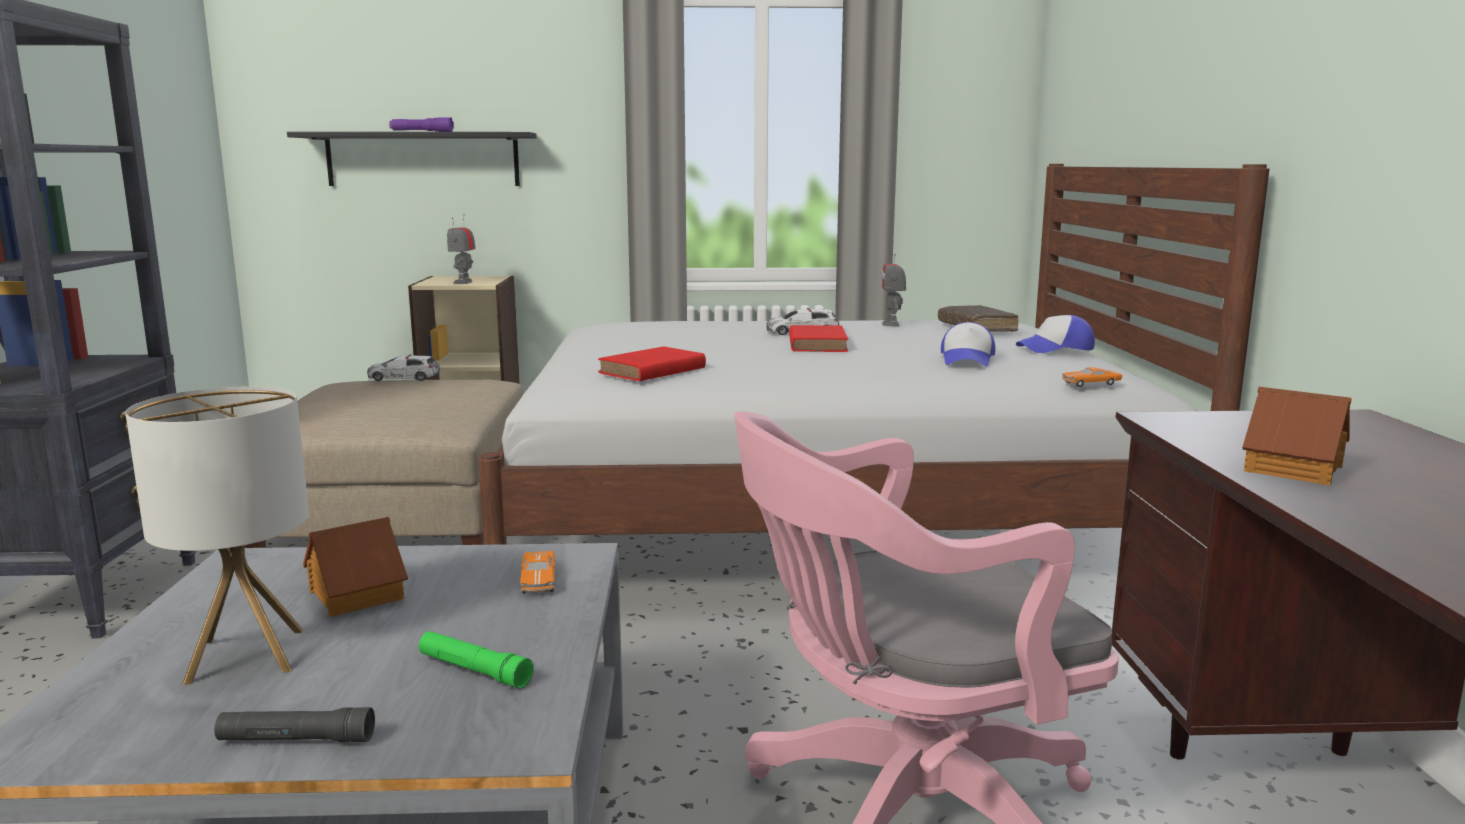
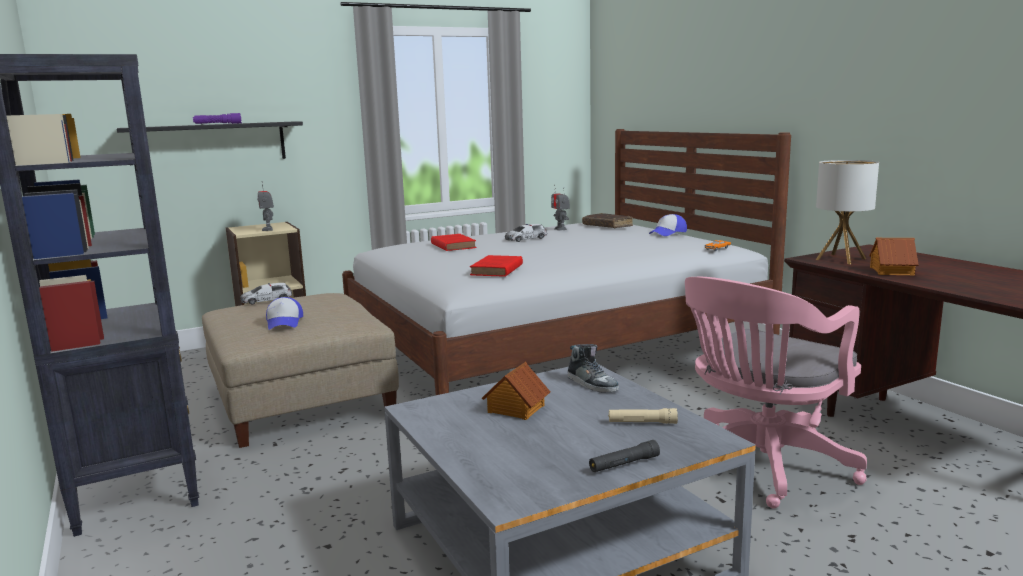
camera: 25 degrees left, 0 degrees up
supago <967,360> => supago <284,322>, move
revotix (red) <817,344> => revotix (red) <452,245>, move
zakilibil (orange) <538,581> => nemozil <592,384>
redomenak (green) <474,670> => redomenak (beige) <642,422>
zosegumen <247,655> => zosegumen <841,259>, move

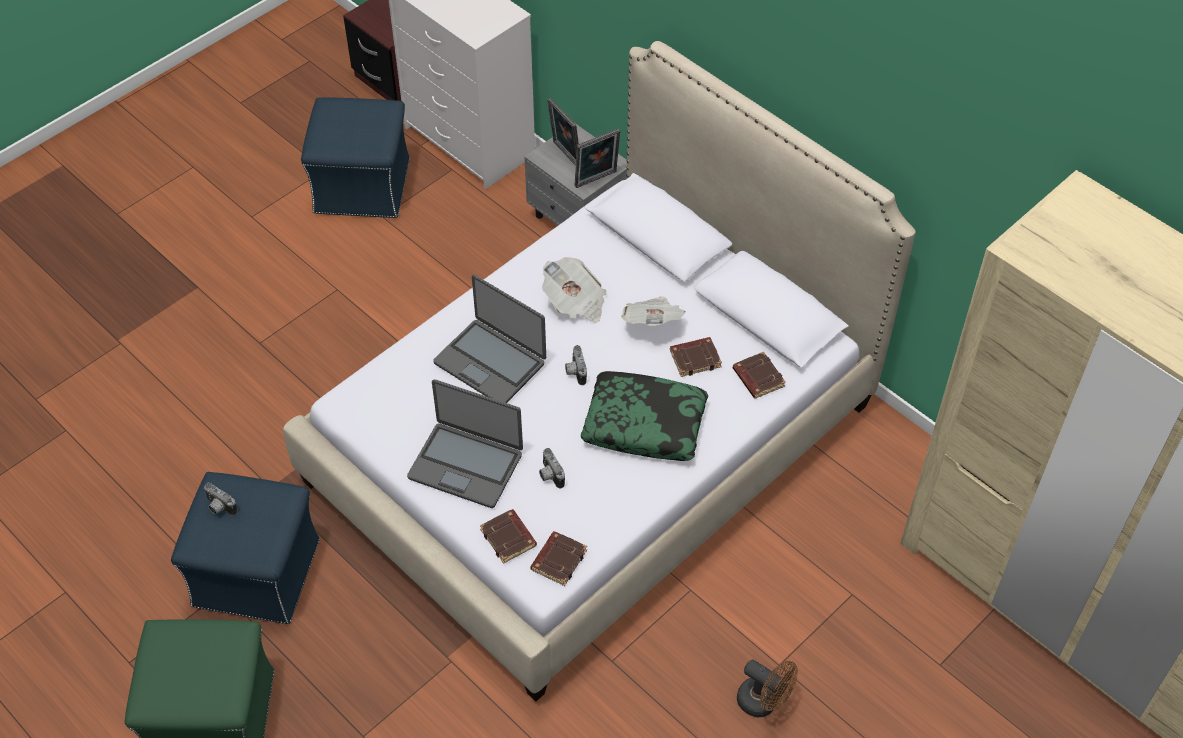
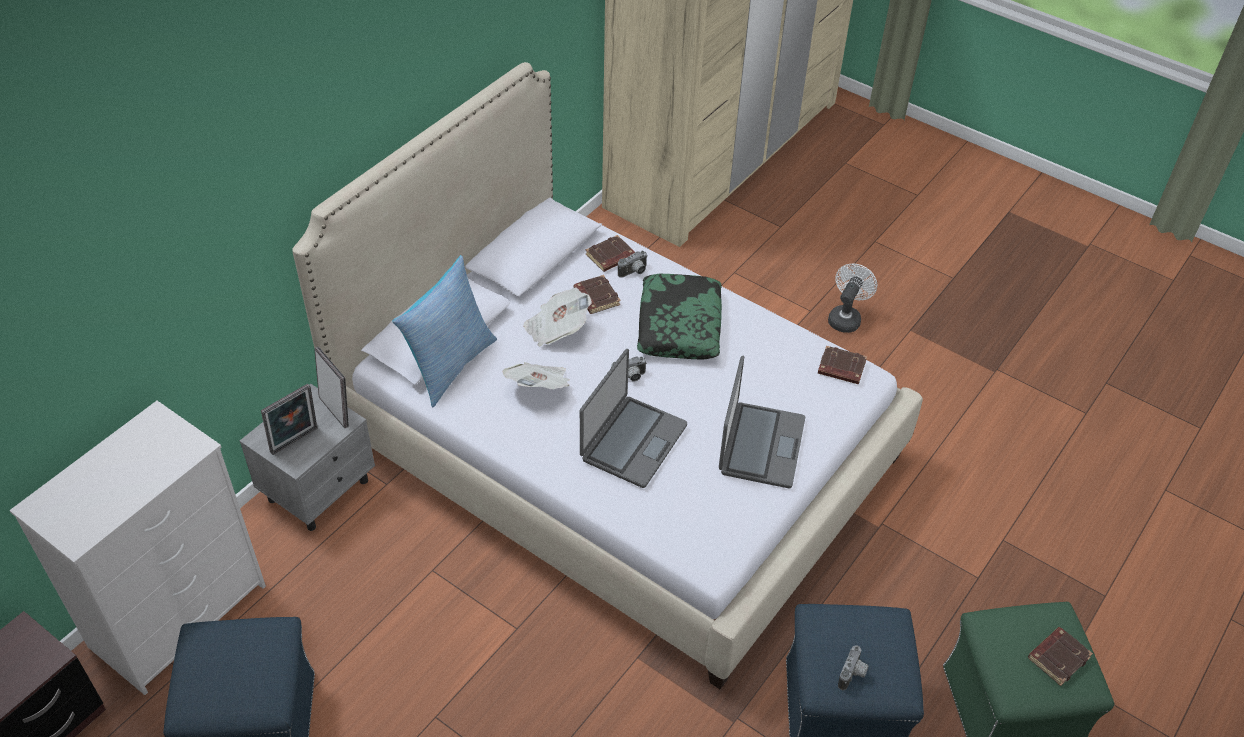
camera: 100 degrees left, 5 degrees down
nothing => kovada <449,365>
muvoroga <549,475> => muvoroga <634,272>, move
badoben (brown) <764,702> => badoben (white) <846,318>
revotix (brown) <509,538> => revotix (brown) <1058,657>, move

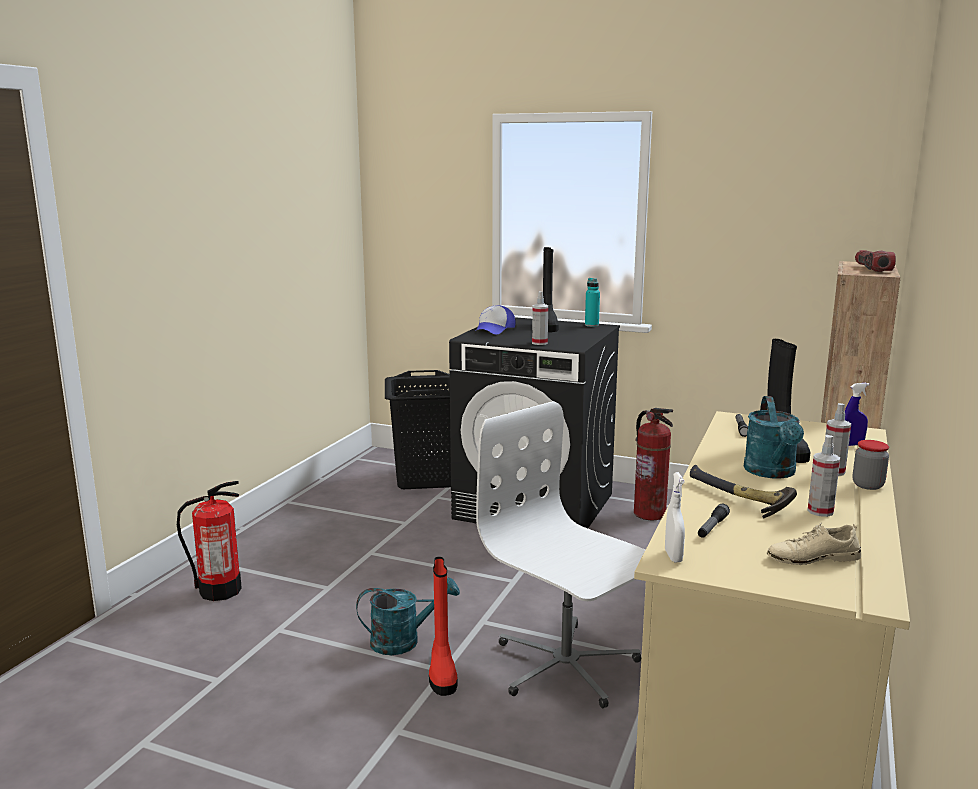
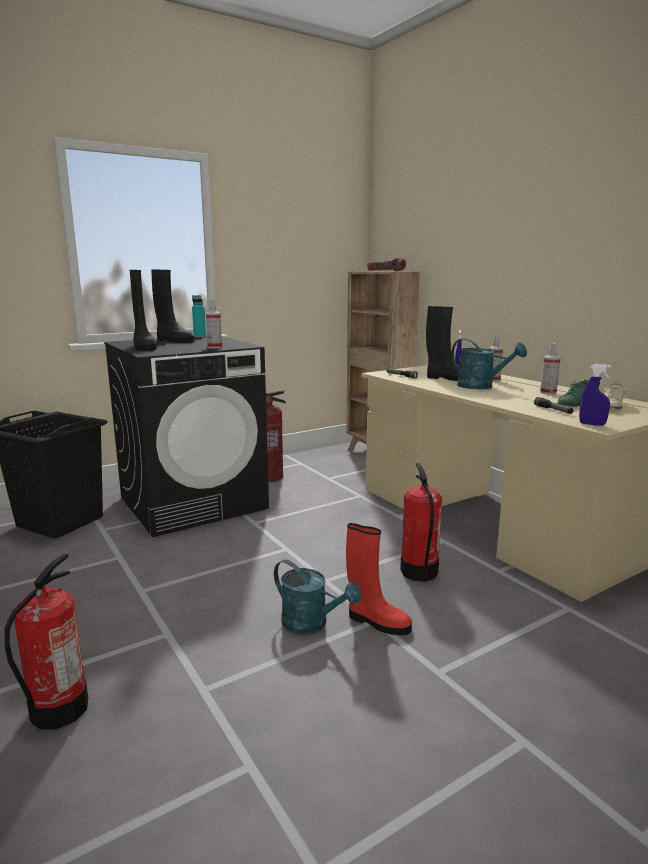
camera: 55 degrees left, 0 degrees up
supago <494,330> => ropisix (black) <143,347>
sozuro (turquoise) <404,641> => sozuro (turquoise) <311,624>, 105 degrees clockwise
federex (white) <565,666> => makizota <419,572>
nothing => nemozil (green) <573,403>
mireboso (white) <673,556> => mireboso (blue) <592,424>
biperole <737,500> => nothing
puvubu <867,485> => nothing

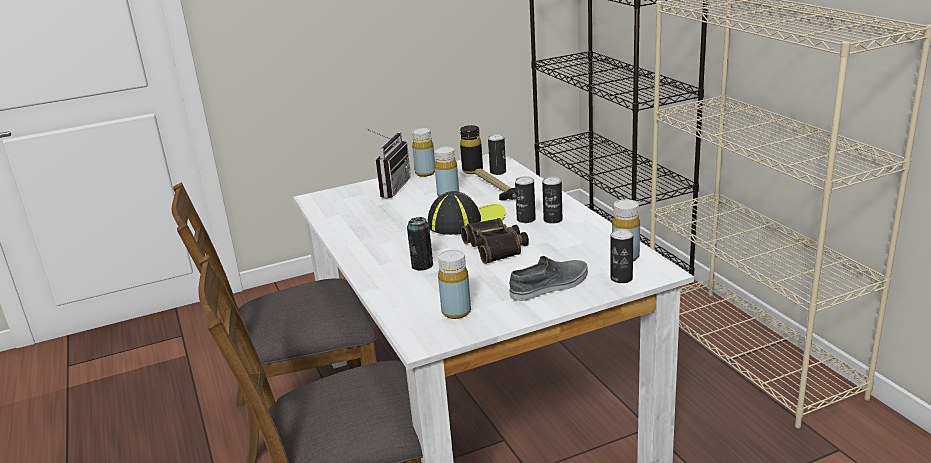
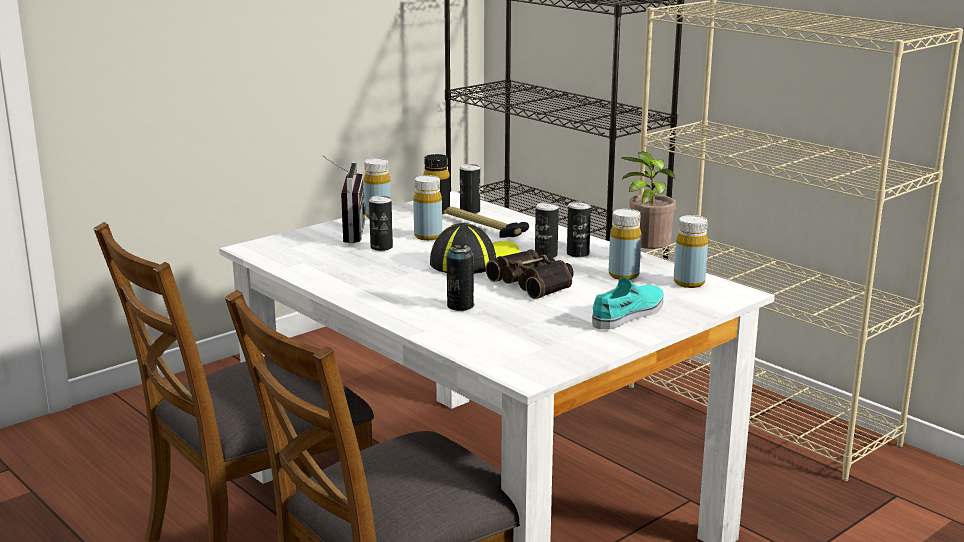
camera: 20 degrees left, 5 degrees down
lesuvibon <621,278> => lesuvibon <381,247>, move
nemozil (grey) <550,286> => nemozil (turquoise) <629,314>
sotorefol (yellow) <456,312> => sotorefol (yellow) <623,275>, move
nothing => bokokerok <646,258>

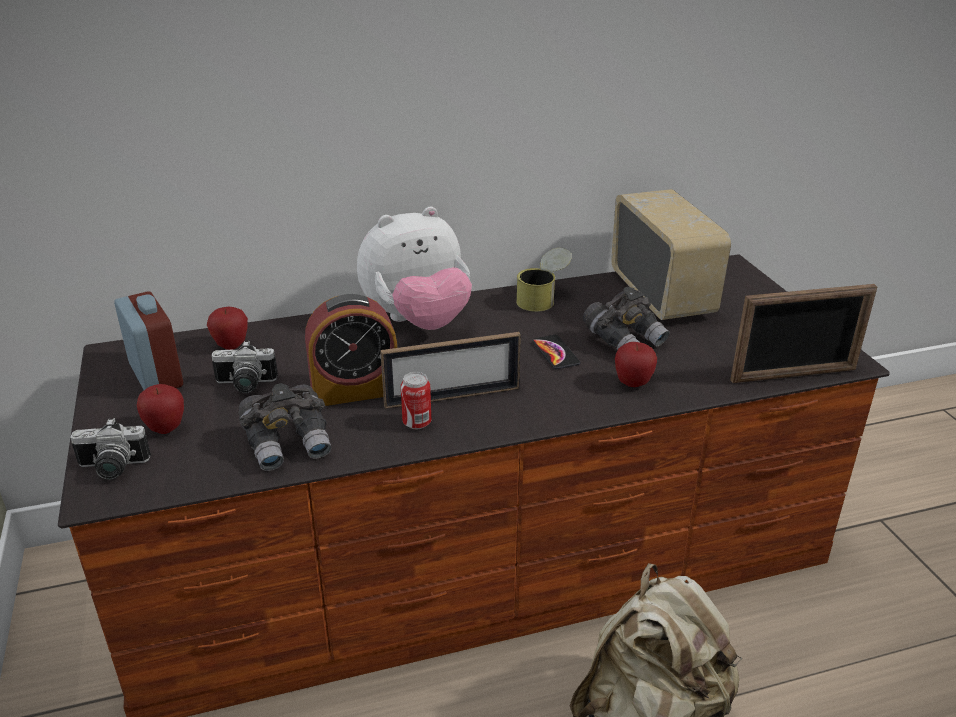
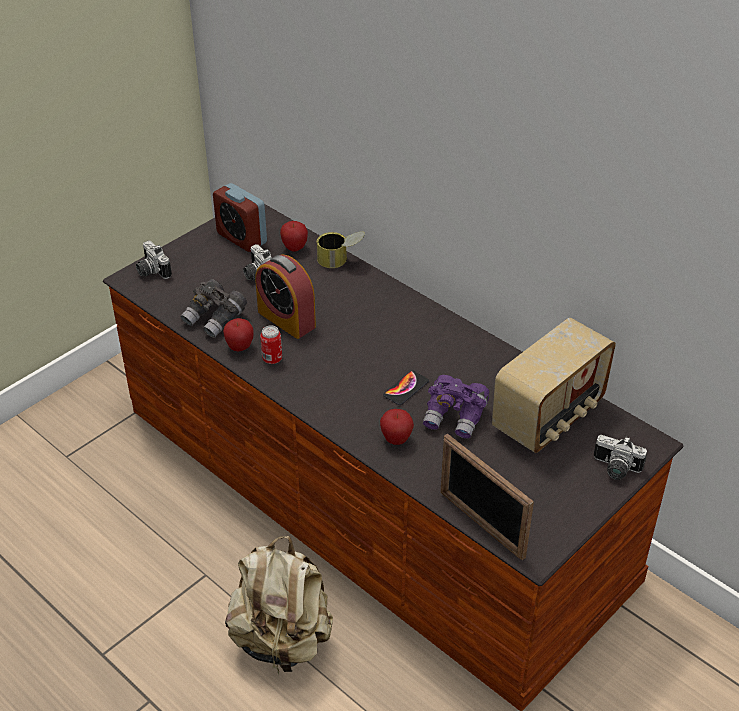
camera: 60 degrees right, 10 degrees up
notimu <156,375> => notimu <241,238>, 105 degrees clockwise
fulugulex <166,428> => fulugulex <240,347>, move
lesuvibon <543,298> => lesuvibon <340,261>, move
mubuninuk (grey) <624,340> => mubuninuk (purple) <455,417>
nothing => muvoroga <615,469>
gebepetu <418,321> => nothing
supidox <452,397> => nothing

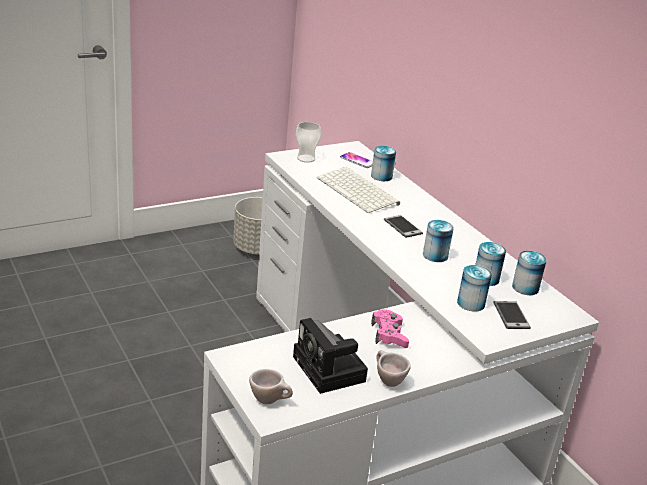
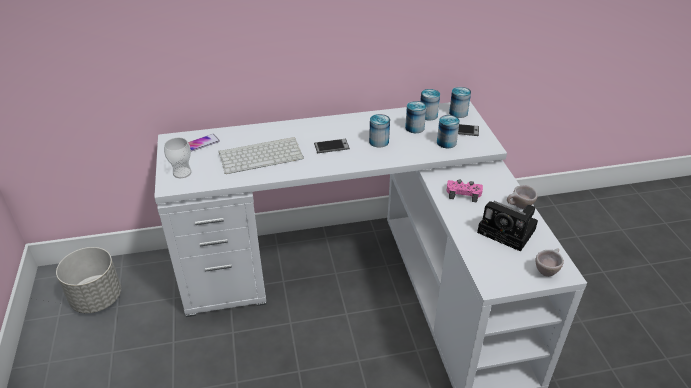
camera: 70 degrees left, 10 degrees up
lesuvibon <381,176> => lesuvibon <458,113>, move
muvoroga <331,371> => muvoroga <509,231>, 45 degrees clockwise

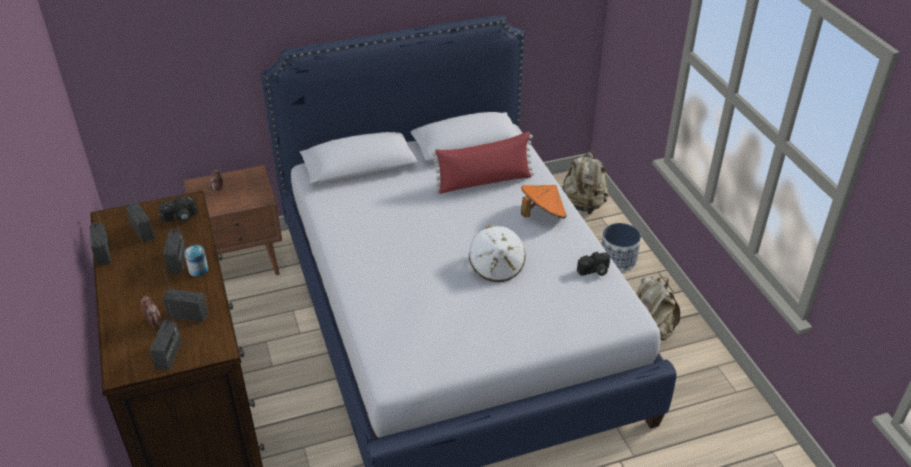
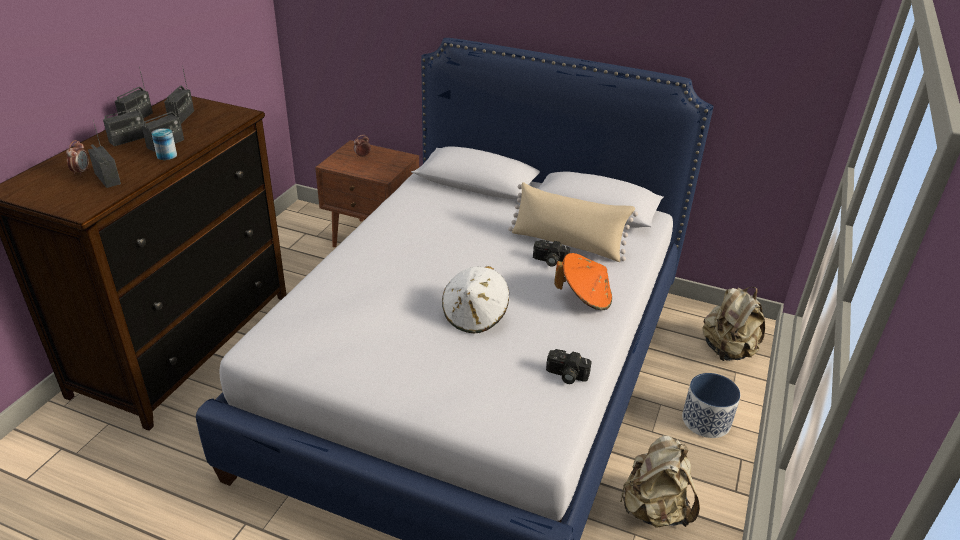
camera: 40 degrees right, 5 degrees down
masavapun <169,355> => masavapun <128,139>, move
kovada (red) <484,182> => kovada (beige) <567,244>
muvoroga <180,218> => muvoroga <549,261>, move

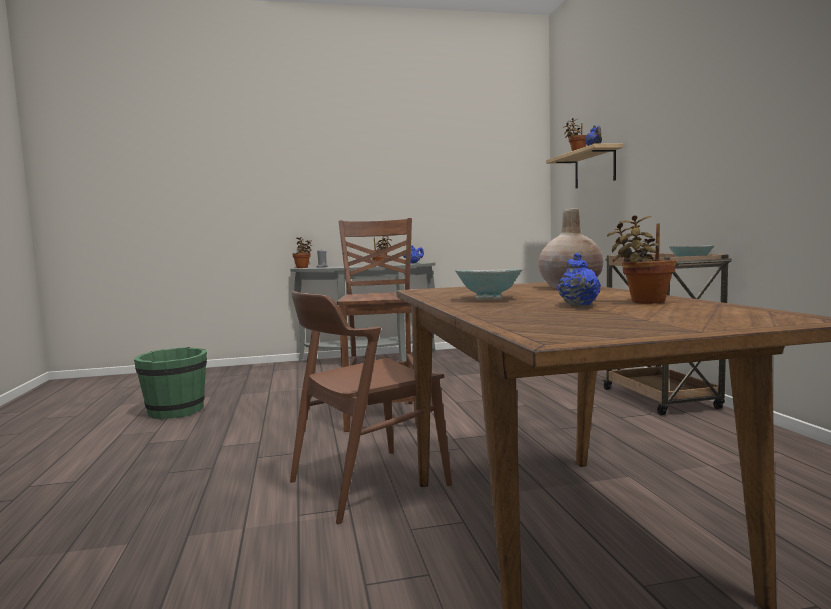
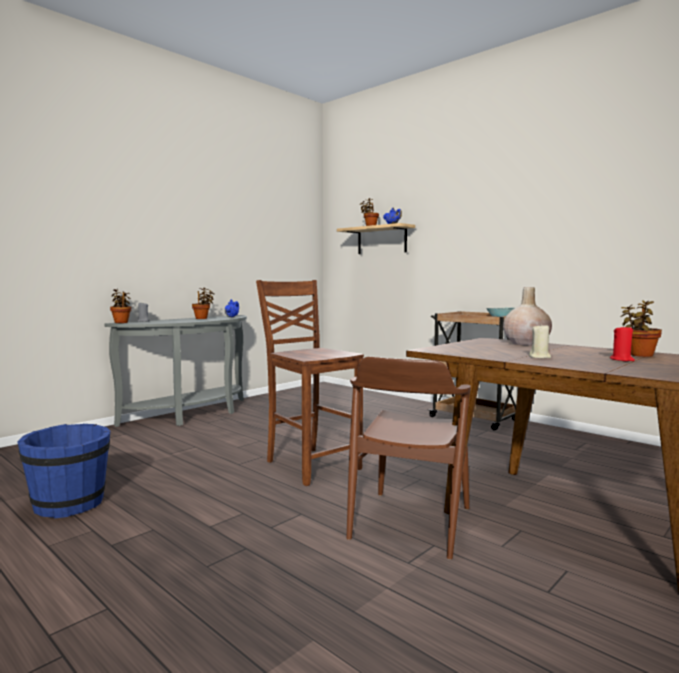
camera: 35 degrees left, 0 degrees up
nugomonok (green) <176,411> => nugomonok (blue) <69,504>
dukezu <489,299> => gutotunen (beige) <539,357>
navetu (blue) <578,305> => gutotunen (red) <622,359>

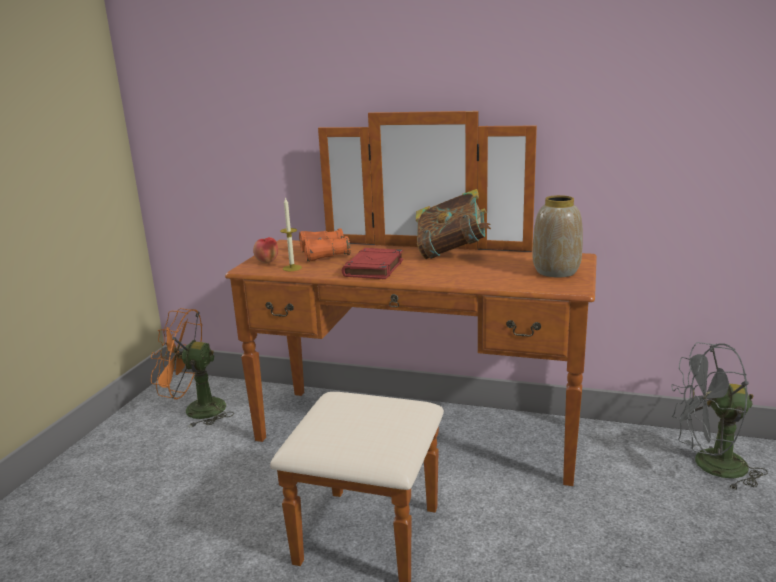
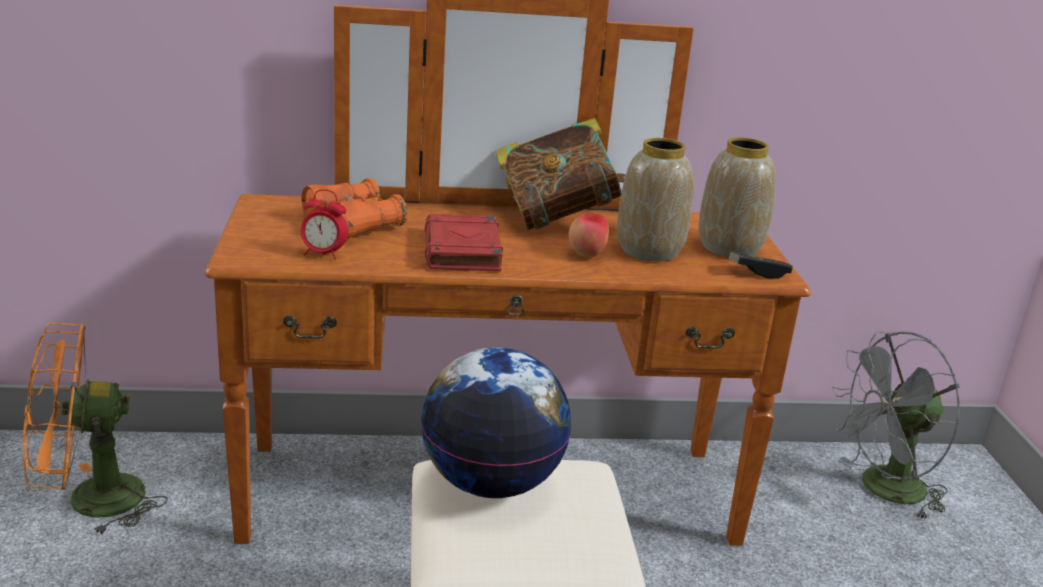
camera: 25 degrees left, 5 degrees up
gutotunen <292,268> => notimu <323,254>
nothing => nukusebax <492,483>
fulugulex <267,262> => fulugulex <587,255>, move
nothing => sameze <648,250>
nothing => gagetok <758,272>

